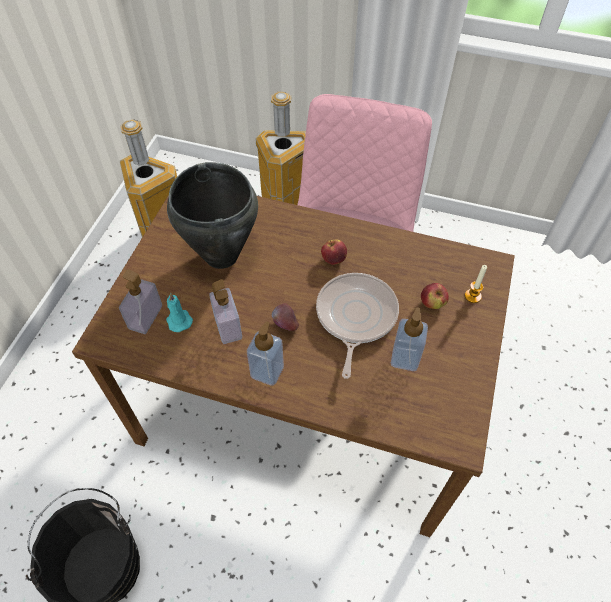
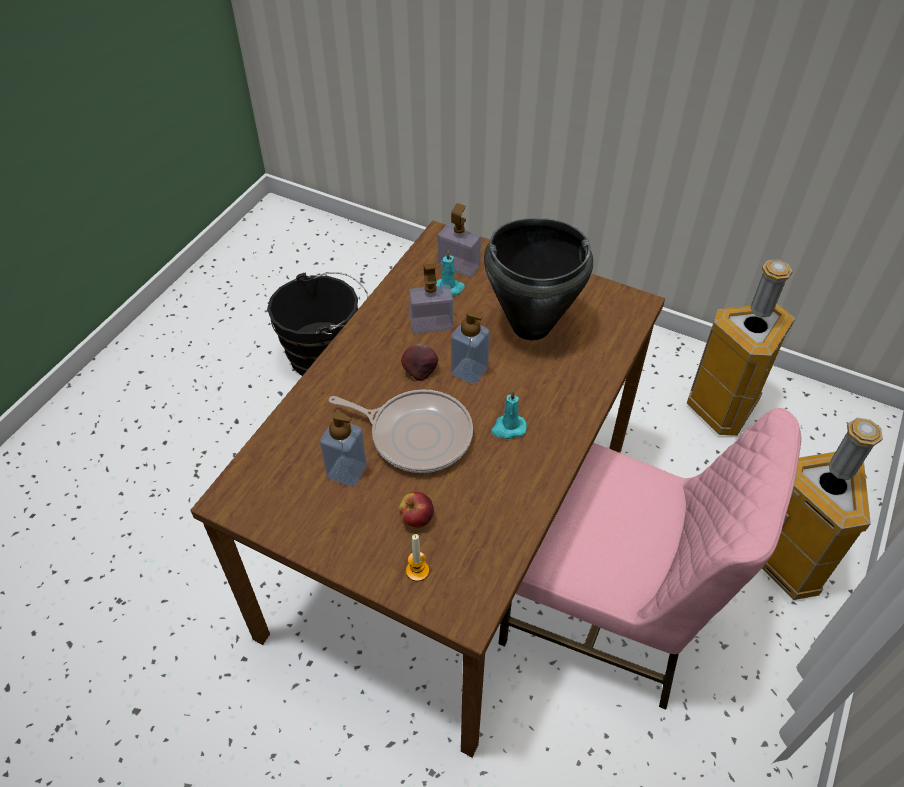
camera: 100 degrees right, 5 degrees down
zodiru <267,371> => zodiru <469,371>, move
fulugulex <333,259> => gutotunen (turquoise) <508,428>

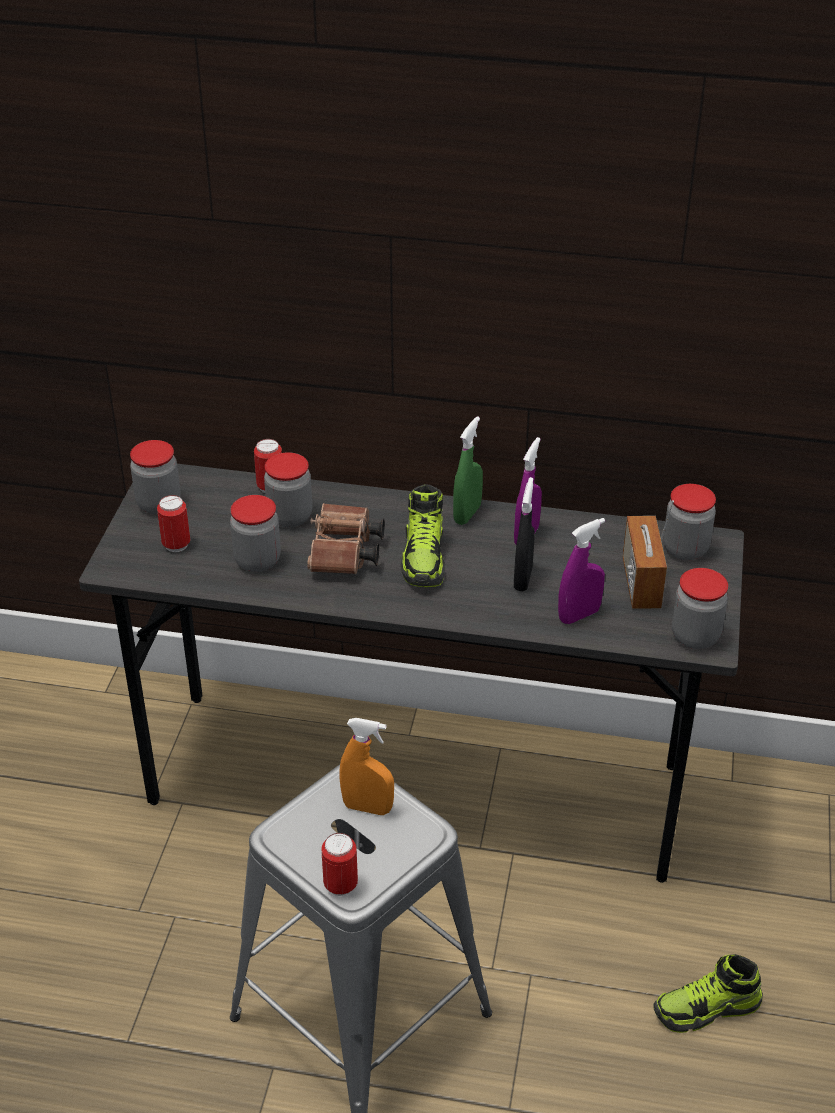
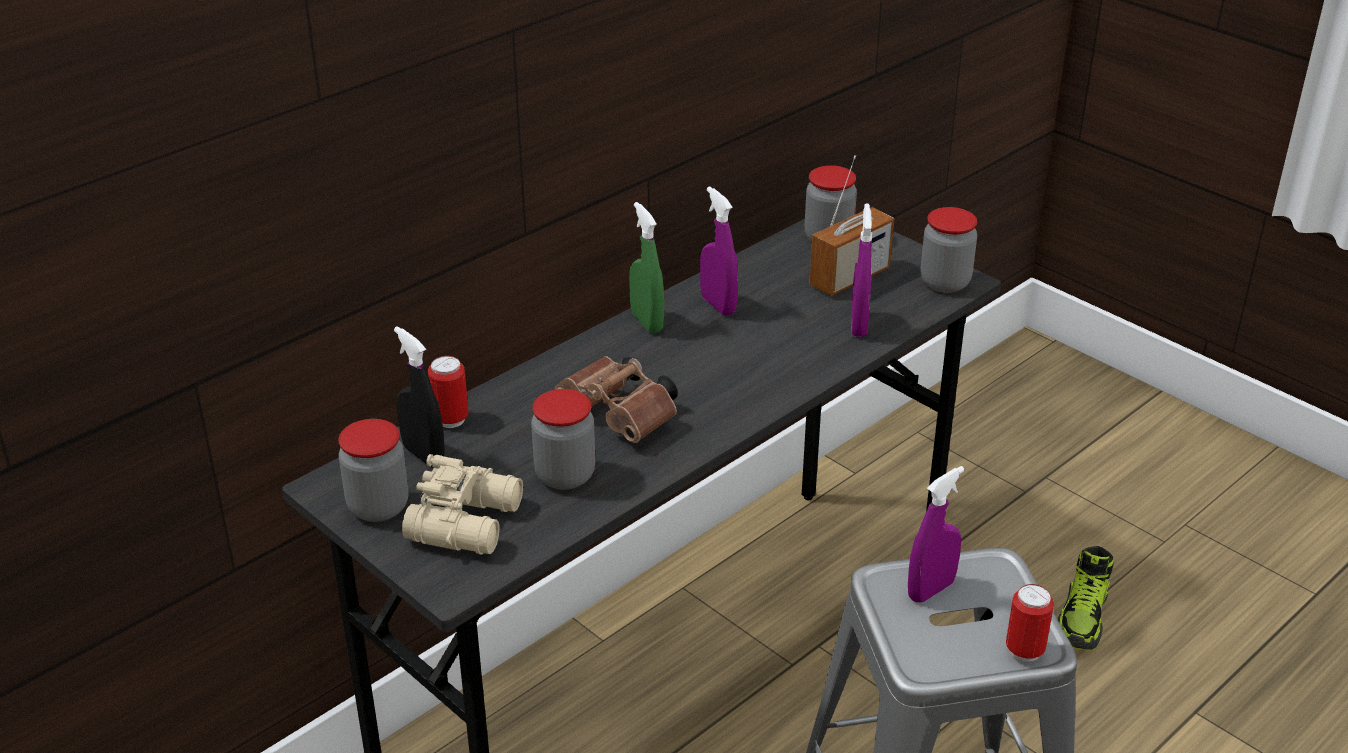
camera: 55 degrees left, 5 degrees down
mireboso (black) <523,578> => mireboso (black) <423,454>, move
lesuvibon <176,545> => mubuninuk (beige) <469,521>
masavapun <641,583> => masavapun <850,278>, 75 degrees counterclockwise
mireboso (orange) <367,807> => mireboso (purple) <931,590>
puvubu <290,517> => nothing
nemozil <424,558> => nothing

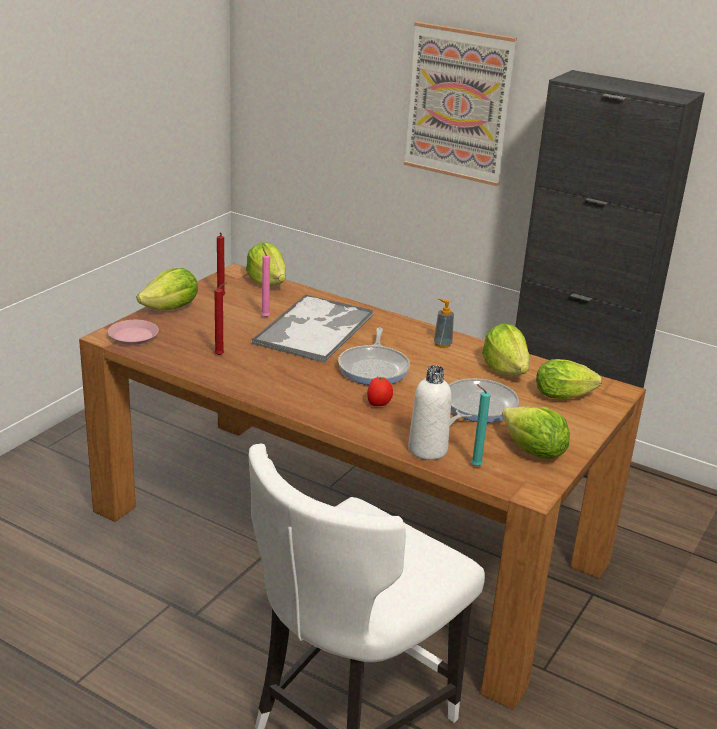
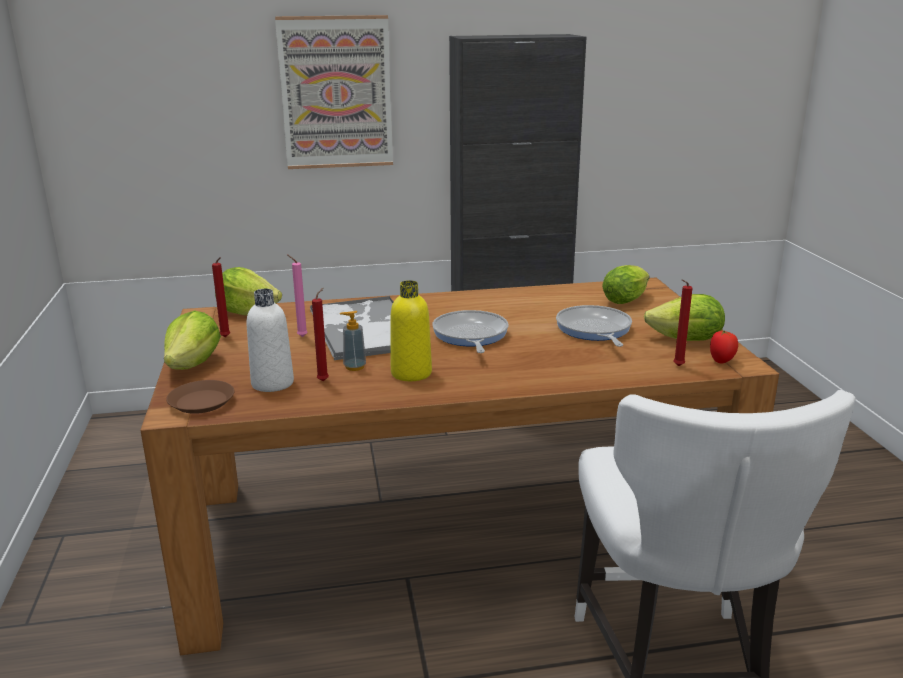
camera: 40 degrees left, 5 degrees down
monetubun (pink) <133,336> => monetubun (brown) <201,402>
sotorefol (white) <427,450> => sotorefol (white) <272,383>, move
zodiru <442,344> => zodiru <354,367>, move
nothing => sotorefol (yellow) <411,373>
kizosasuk <374,368> => kizosasuk <470,335>, 150 degrees counterclockwise
gutotunen (turquoise) <474,466> => gutotunen (red) <677,366>
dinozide <379,405> => dinozide <722,361>, move
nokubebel <505,369> => nothing

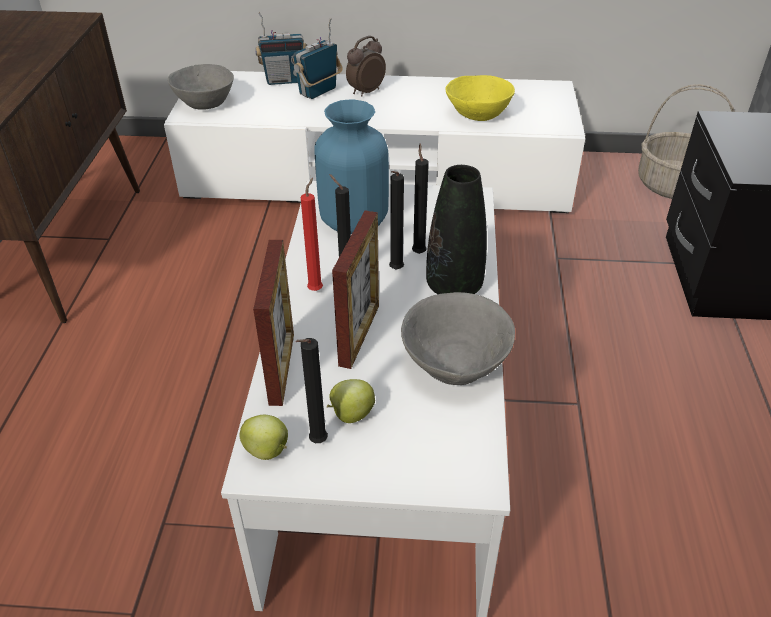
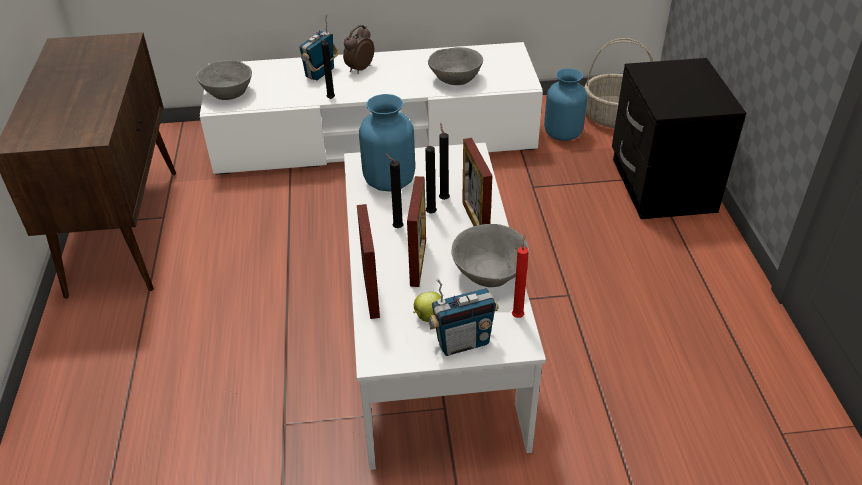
camera: 10 degrees left, 0 degrees up
gutotunen (black) <316,443> => gutotunen (black) <330,99>, move
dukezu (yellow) <479,114> => dukezu (grey) <456,79>
masavapun <284,80> => masavapun <462,342>, move
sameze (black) <454,287> => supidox <475,221>
gutotunen (red) <316,289> => gutotunen (red) <518,315>, move
nothing => sameze (blue) <562,133>
fulugulex <268,451> => nothing

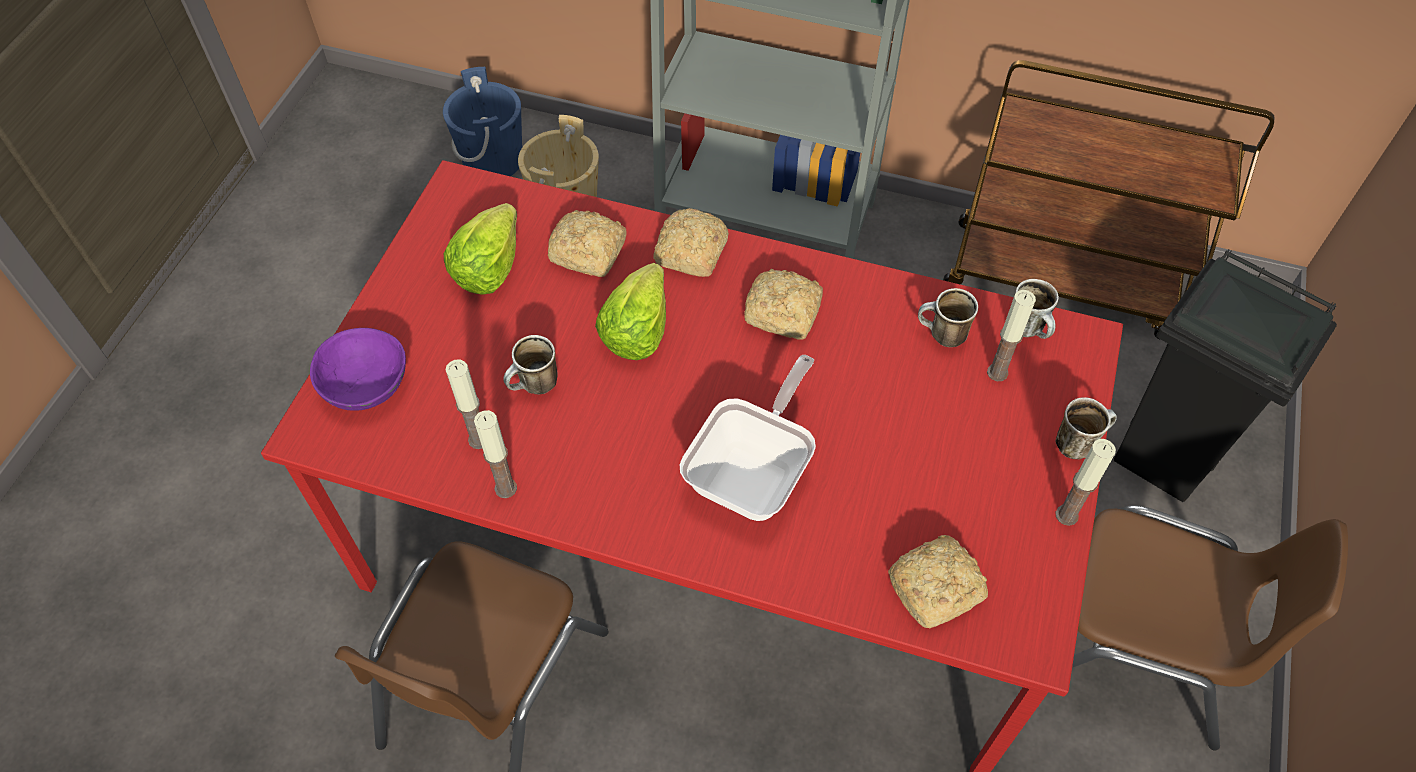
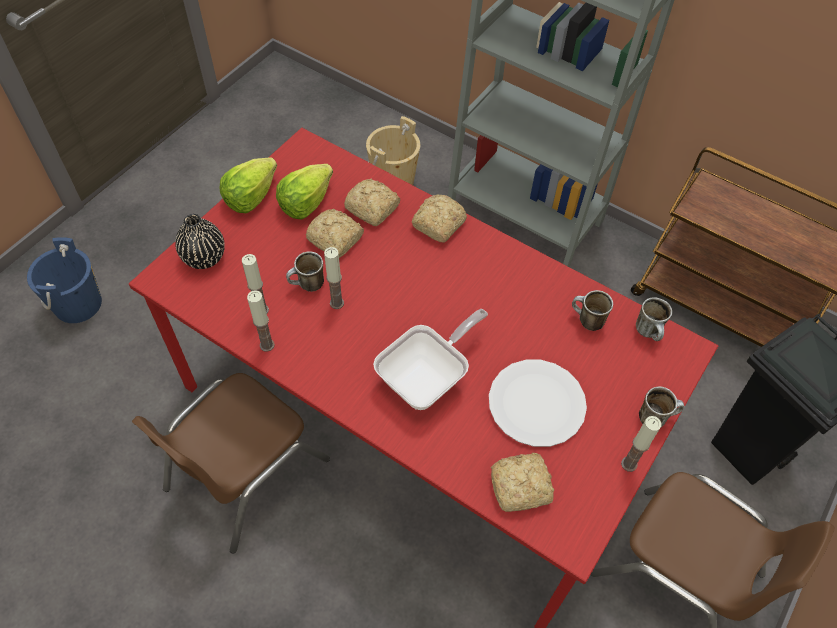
camera: 15 degrees right, 0 degrees up
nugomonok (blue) <493,160> => nugomonok (blue) <78,304>, move
dukezu (purple) <365,385> => sameze (black) <204,258>
nokubebel <637,331> => nokubebel <251,197>, move
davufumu <784,314> => davufumu <335,240>, move
gutotunen <997,372> => gutotunen <336,303>, move
nothing => monetubun (white) <536,403>

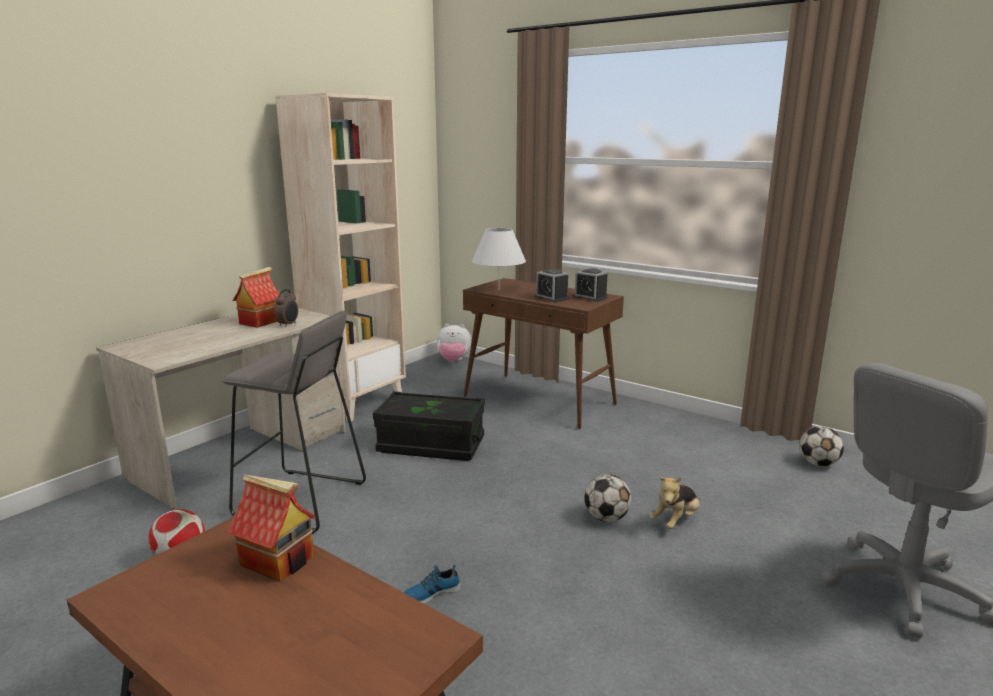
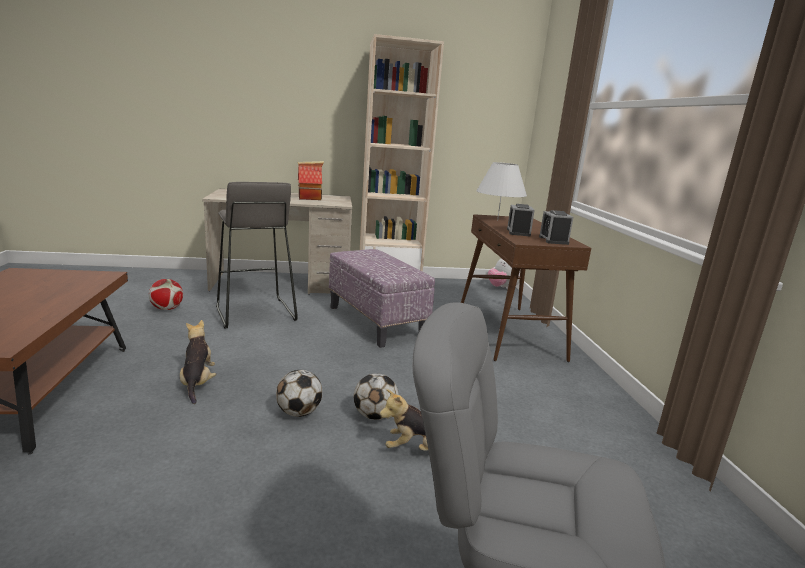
camera: 45 degrees right, 0 degrees up
nemozil <430,593> => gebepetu <197,383>
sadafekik <818,464> => sadafekik <299,412>, move
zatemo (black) <431,445> => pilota <374,321>
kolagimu <279,560> => nothing
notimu <288,325> => nothing

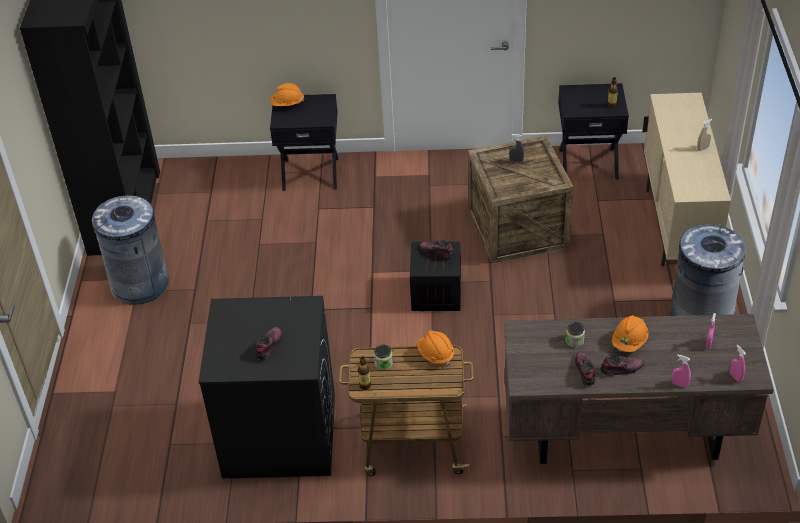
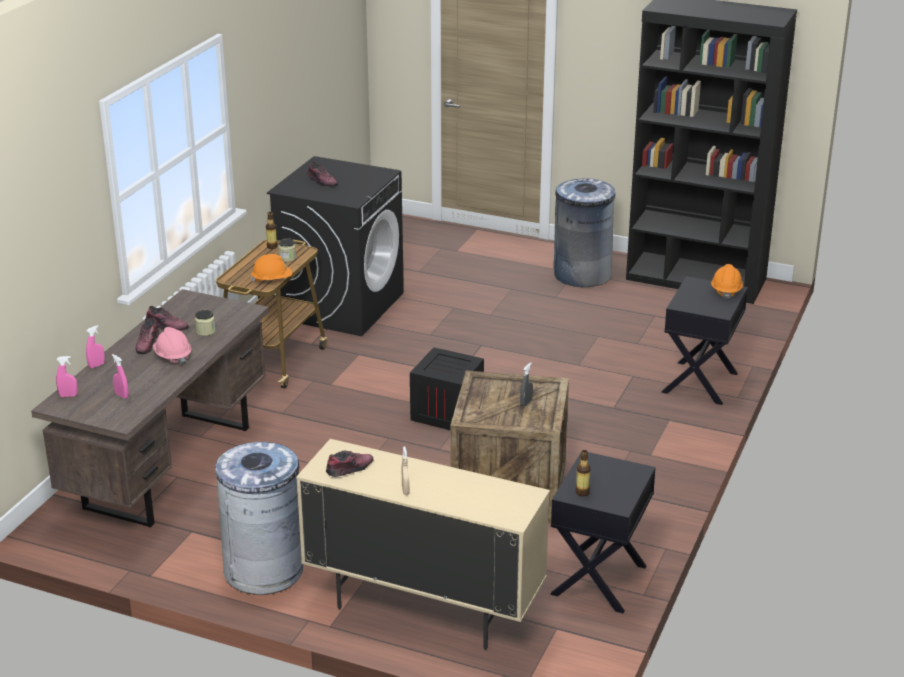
camera: 110 degrees right, 15 degrees down
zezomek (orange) <629,342> => zezomek (pink) <172,357>
nemozil <437,252> => nemozil <349,469>, move

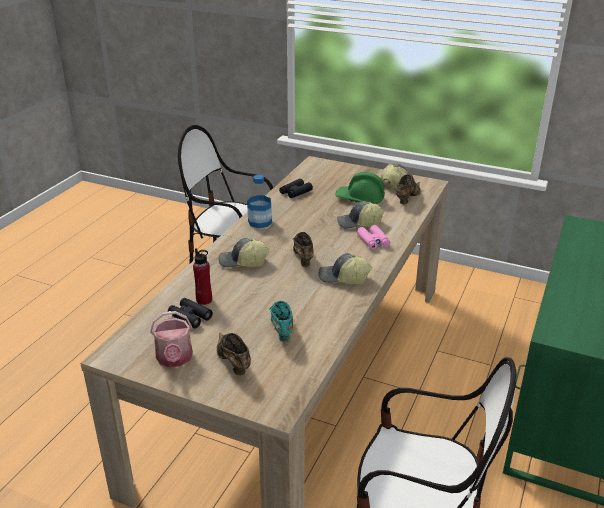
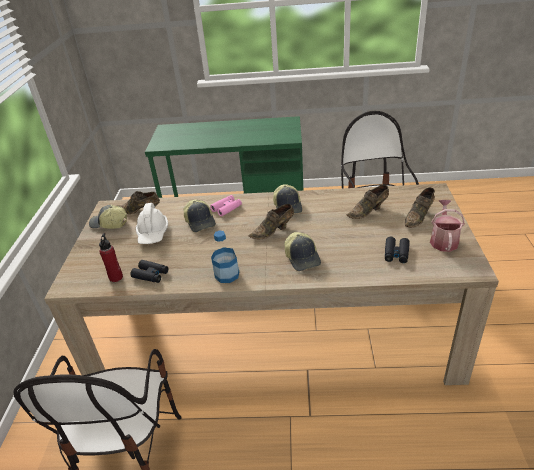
camera: 110 degrees left, 5 degrees up
sotorefol (red) <204,300> => sotorefol (red) <116,277>, move
zezomek (green) <360,199> => zezomek (white) <153,233>
nemozil (turquoise) <282,329> => nemozil (brown) <369,211>
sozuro <174,359> => sozuro <443,240>, 45 degrees counterclockwise

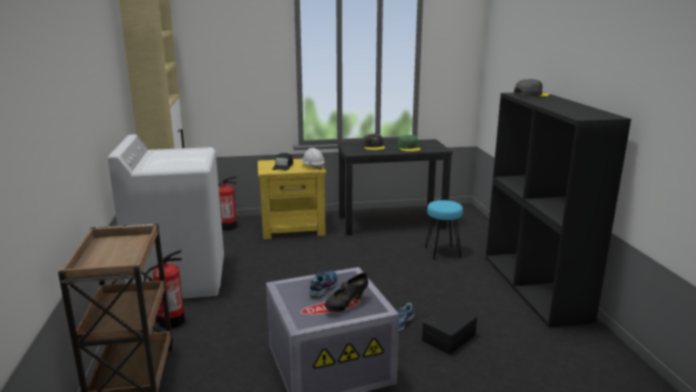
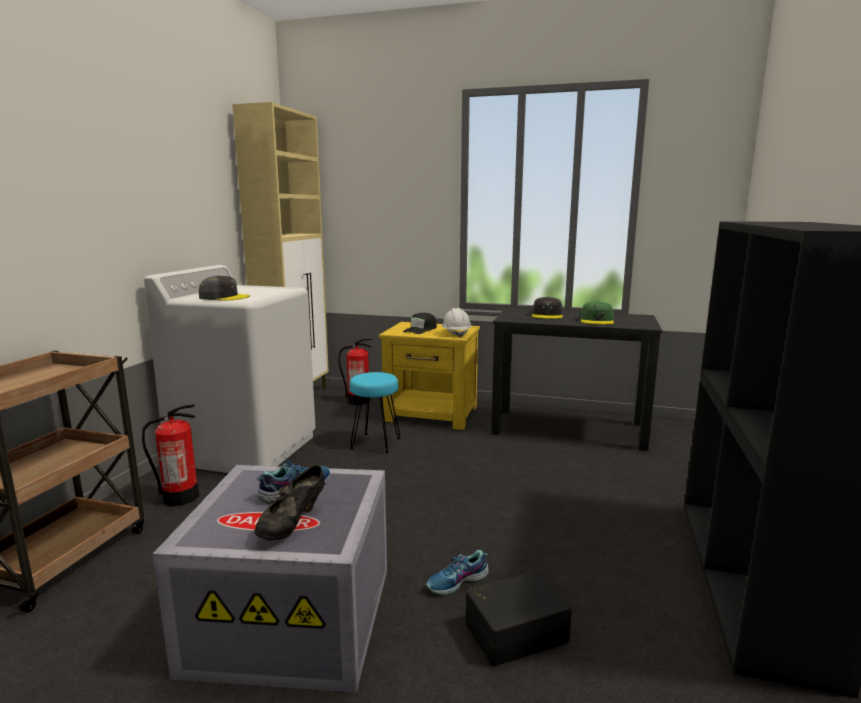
camera: 25 degrees right, 5 degrees down
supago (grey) <530,95> => supago (grey) <224,297>, move
nemozil (black) <346,305> => nemozil (black) <292,524>, 45 degrees counterclockwise
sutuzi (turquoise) <442,252> => sutuzi (turquoise) <375,443>, move

